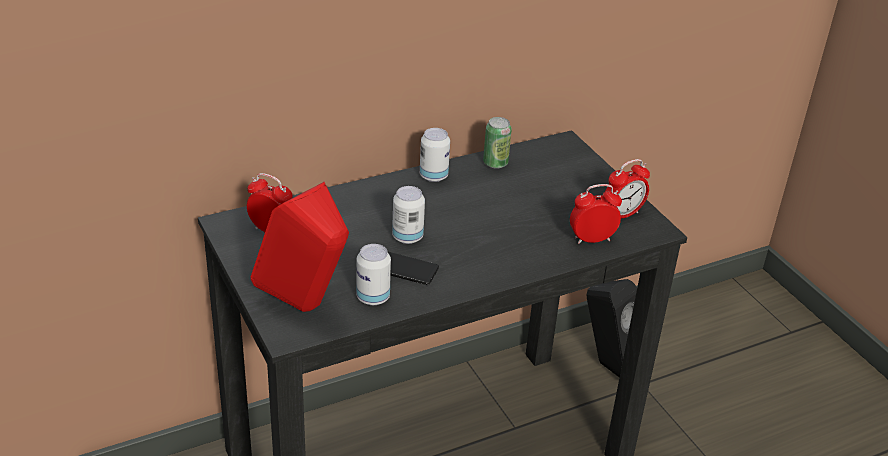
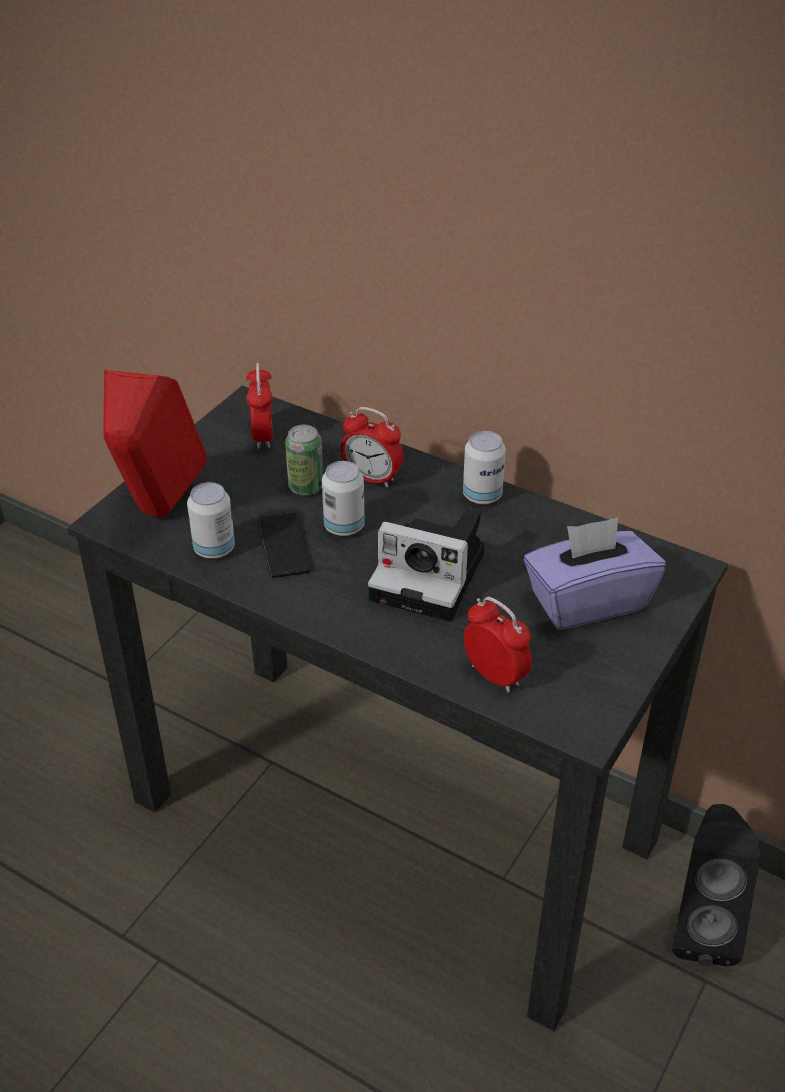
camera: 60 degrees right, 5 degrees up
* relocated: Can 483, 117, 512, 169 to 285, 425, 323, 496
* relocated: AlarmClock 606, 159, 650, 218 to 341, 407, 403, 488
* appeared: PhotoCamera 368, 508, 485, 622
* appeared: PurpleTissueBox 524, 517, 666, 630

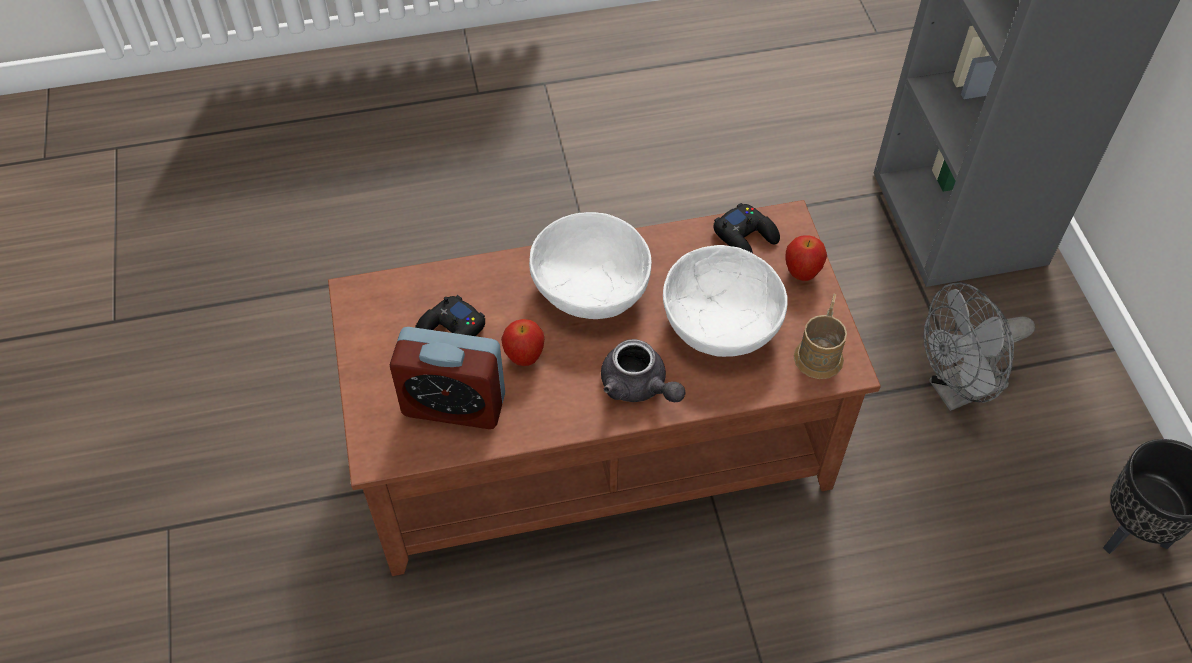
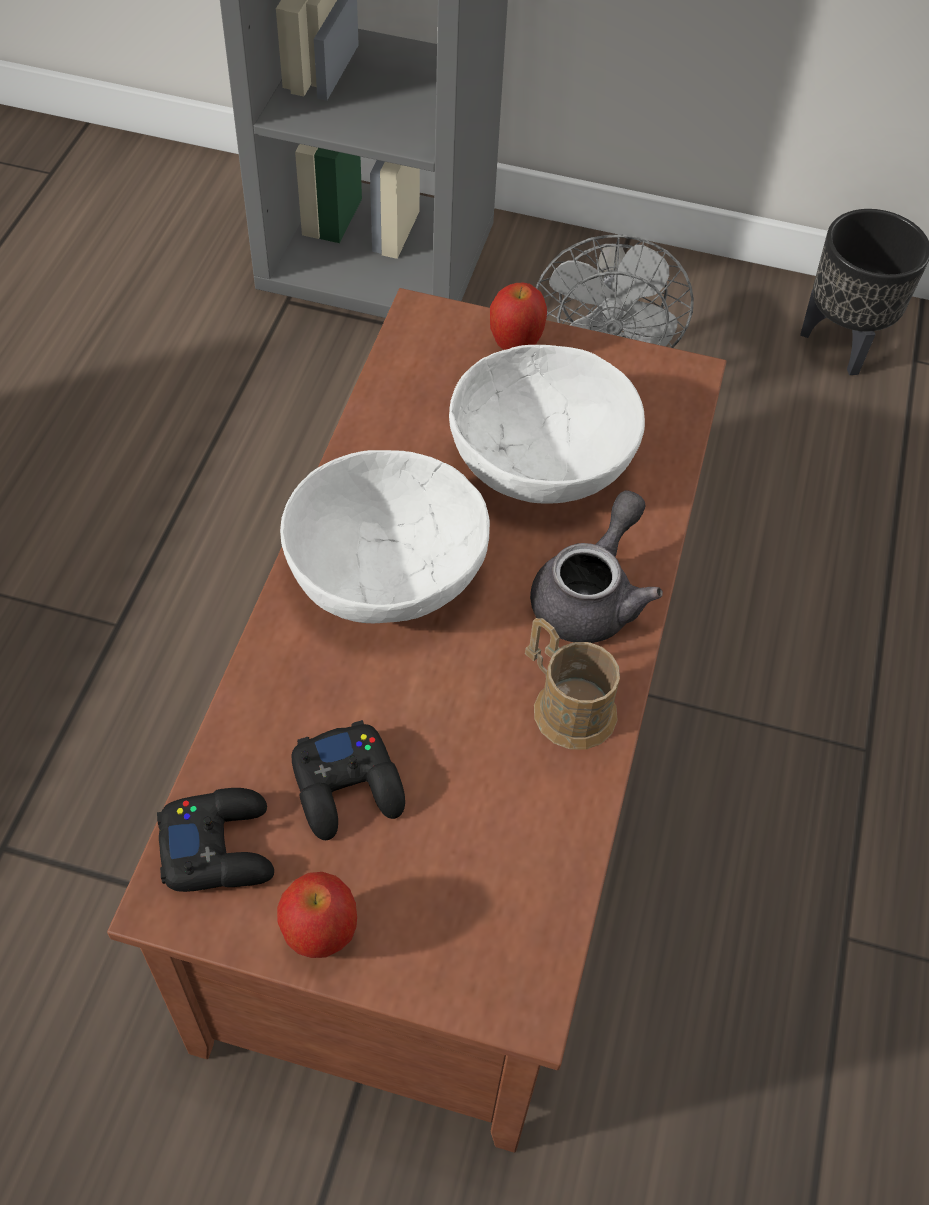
camera: 65 degrees left, 0 degrees up
* relocated: BlackGameController 713, 203, 780, 253 to 157, 788, 274, 892
* relocated: BrownMug 794, 294, 847, 379 to 525, 618, 620, 750
* relocated: Apple 501, 319, 544, 366 to 277, 872, 357, 958
* missing: AlarmClock 390, 327, 505, 429
* spun: GreyTeapot 601, 339, 685, 402 = 530, 490, 663, 643 45 degrees counterclockwise

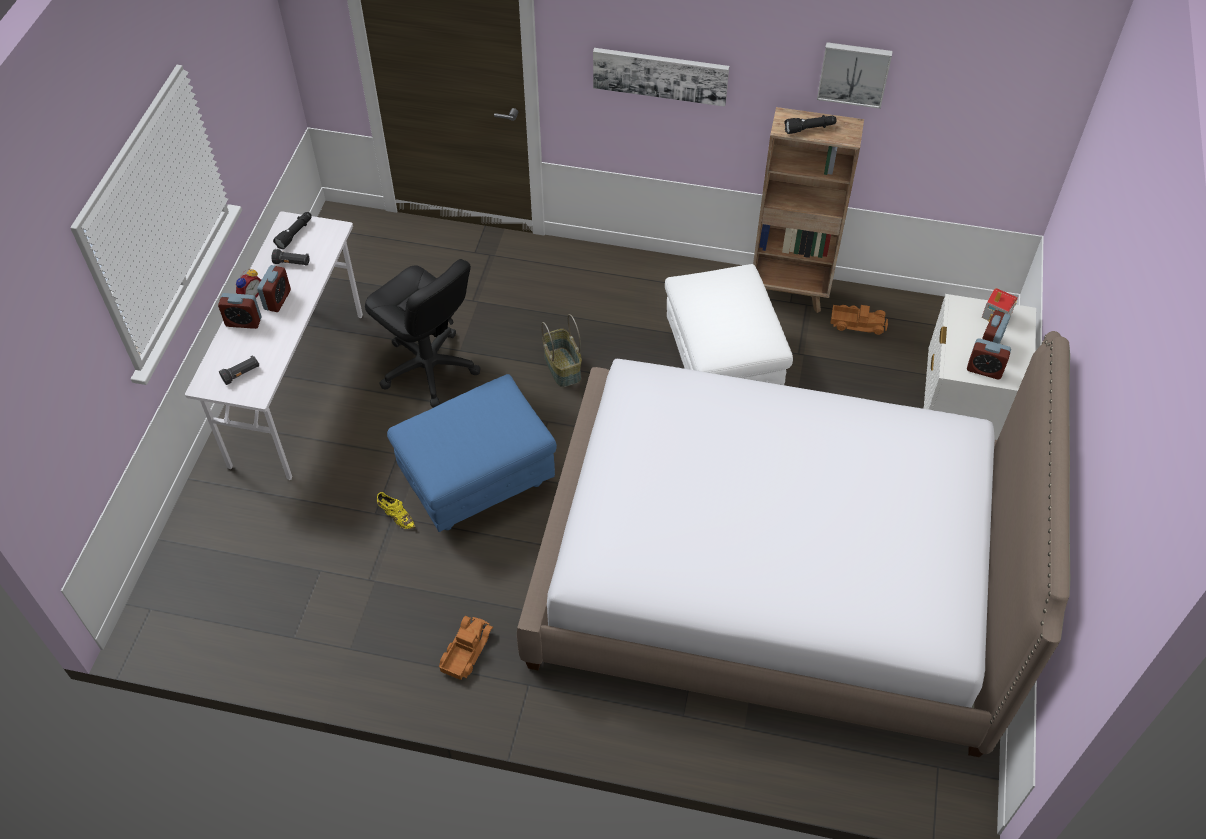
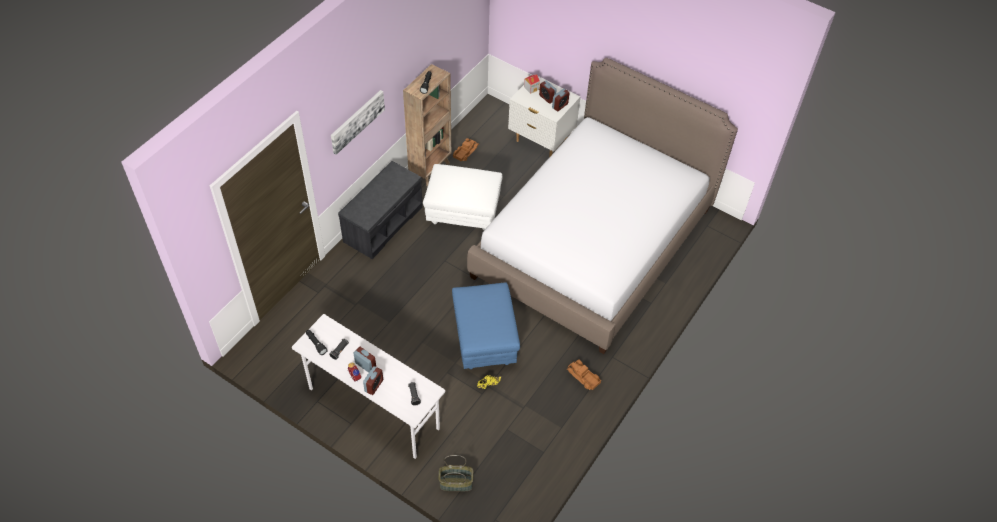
camera: 70 degrees left, 0 degrees up
* missing: Picture 817, 42, 892, 109
* missing: BlackOfficeChair 365, 259, 481, 408
* relocated: Basket 541, 314, 582, 387 to 439, 455, 473, 491
* appeared: GreyBench 338, 161, 423, 259

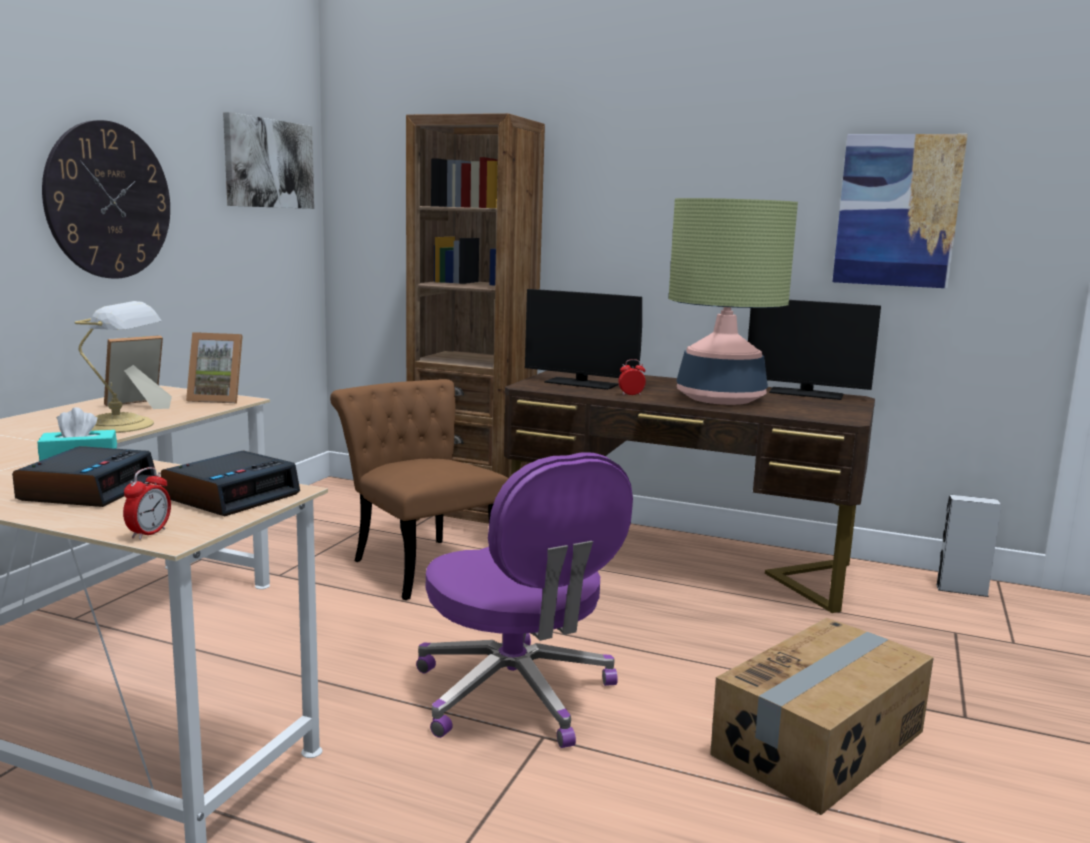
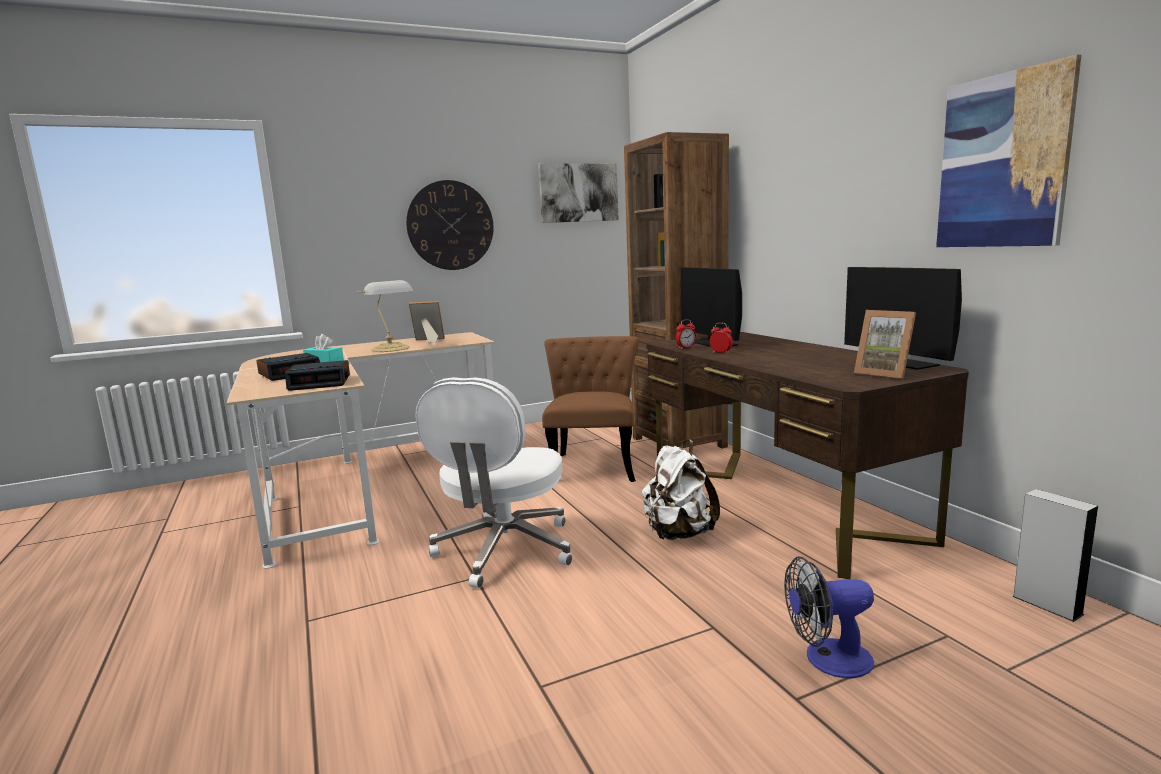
camera: 45 degrees right, 0 degrees up
* missing: TableLamp 669, 198, 798, 405
* relocated: PictureFrame 186, 332, 243, 403 to 854, 310, 916, 379
* colour: PurpleOfficeChair 416, 452, 633, 748 to WhiteOfficeChair 415, 377, 573, 588
* relocated: AlarmClock 123, 467, 171, 540 to 676, 319, 696, 349
* missing: CardboardBox 710, 618, 934, 815
* appeared: WhiteBackpack 642, 440, 720, 540
* appeared: Fan 784, 556, 874, 678

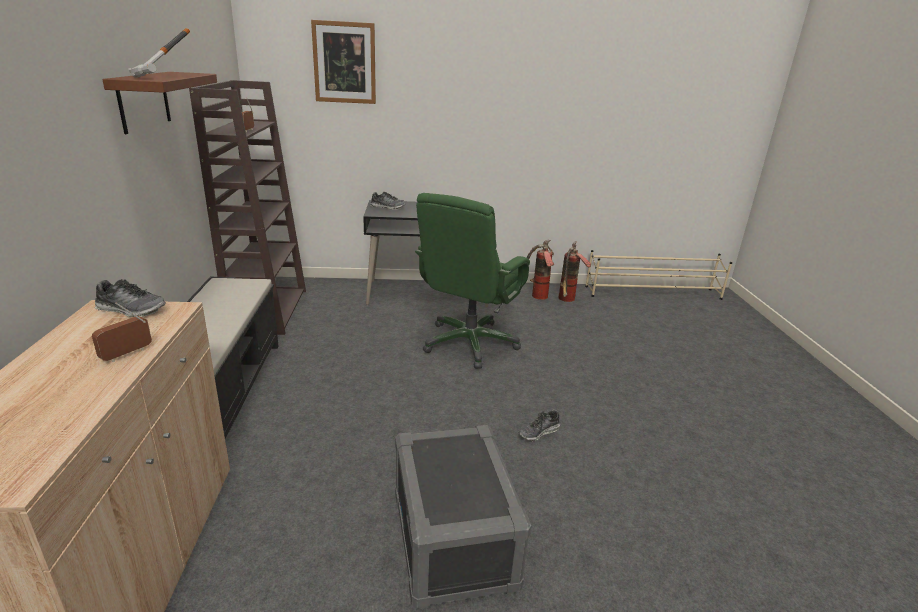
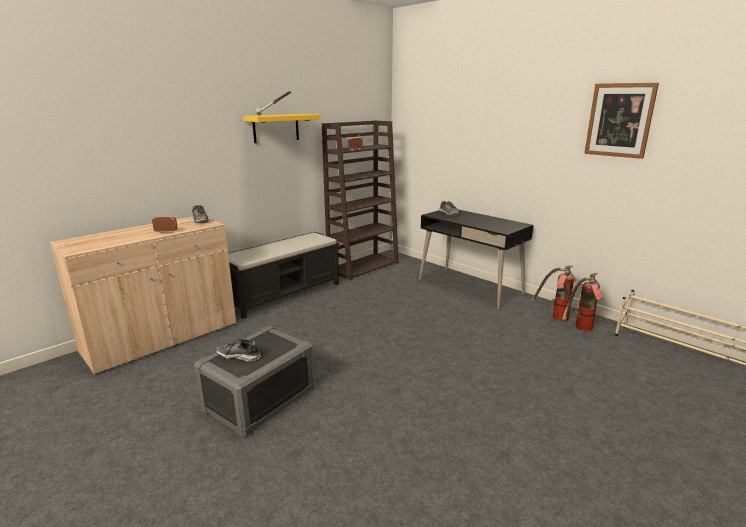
camera: 50 degrees right, 5 degrees down
* relocated: Picture 311, 20, 376, 104 to 584, 83, 659, 159
* colour: BrownShelf 102, 72, 217, 134 to YellowShelf 243, 114, 320, 143
* missing: GreenOfficeChair 415, 193, 530, 369
* relocated: Shoe 519, 409, 560, 441 to 216, 339, 261, 361

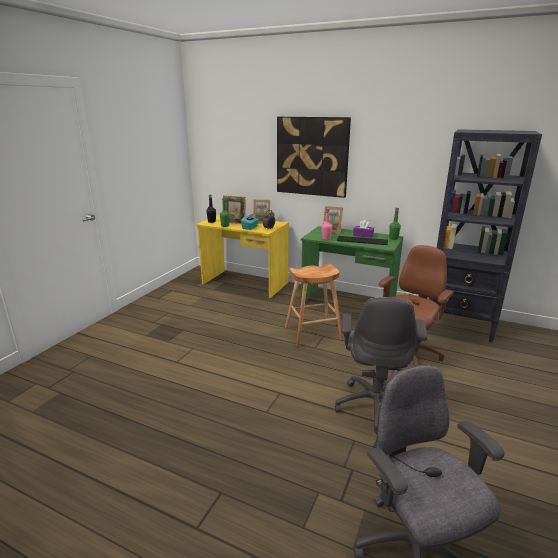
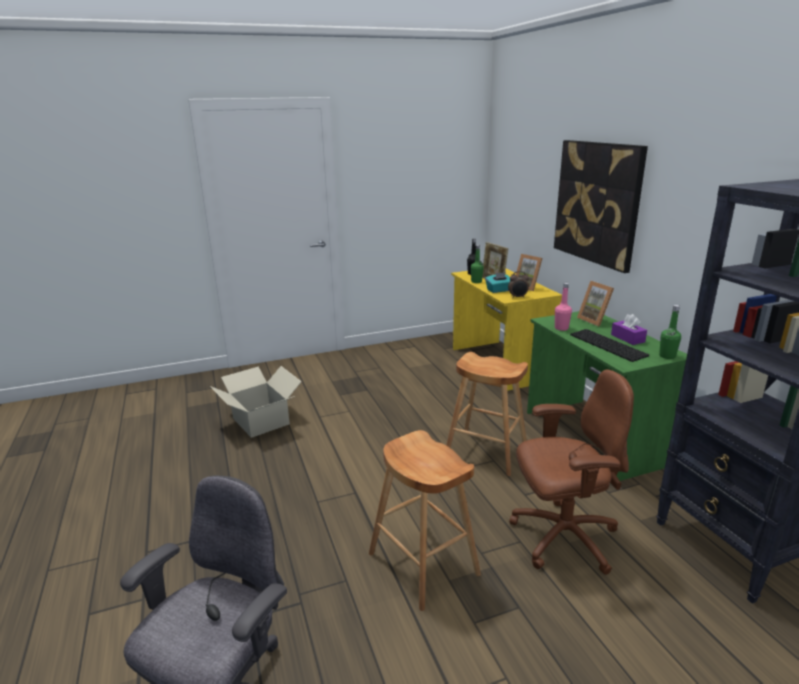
camera: 45 degrees right, 0 degrees up
* exchanged: GreyOfficeChair 335, 297, 427, 434 to BrownStool 369, 430, 481, 611
* appeared: CardboardBox 210, 366, 302, 438

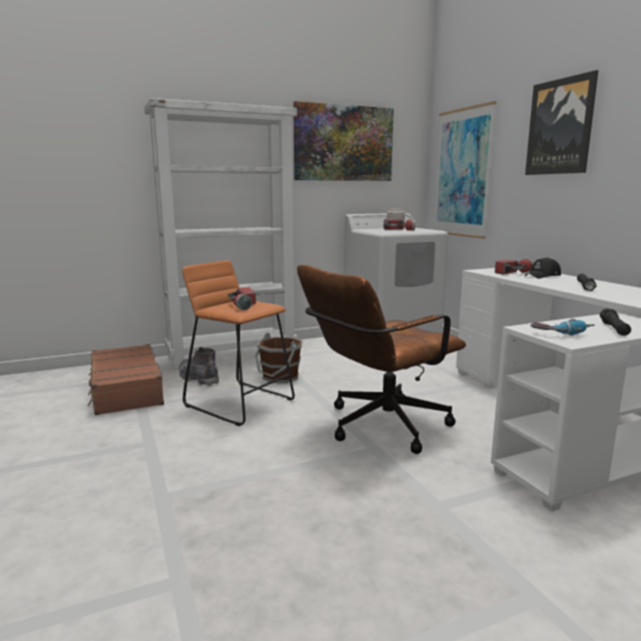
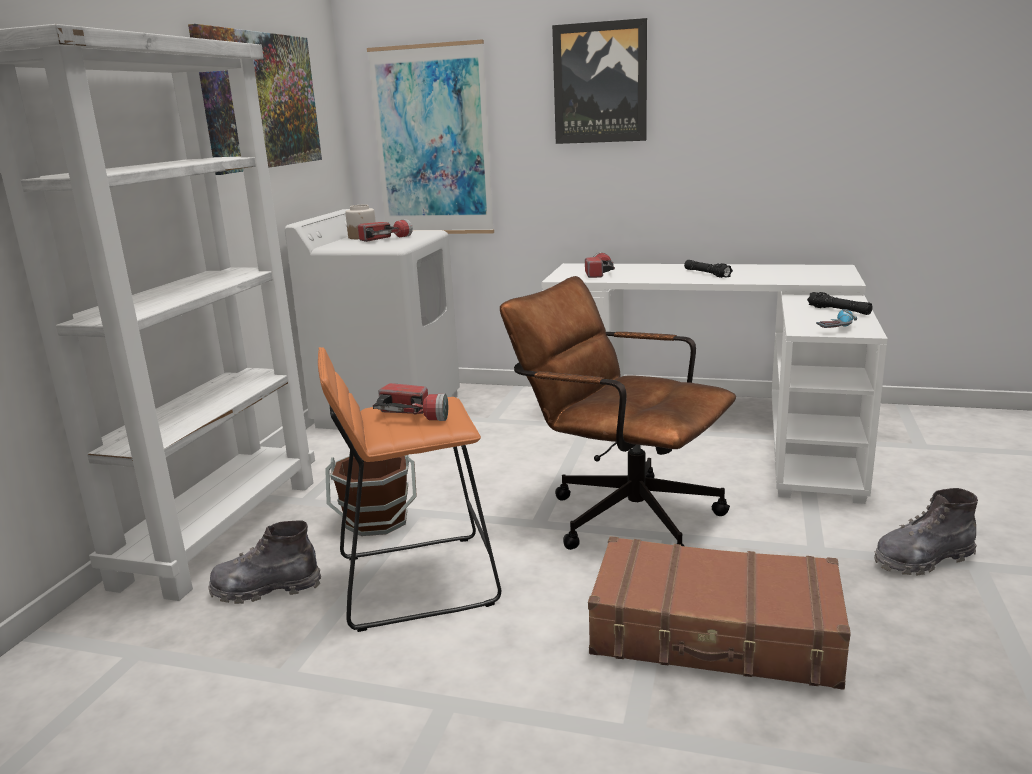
camera: 50 degrees left, 5 degrees up
* missing: BlackCap 525, 257, 561, 279
* spun: BrownOfficeChair 297, 265, 466, 454 = 500, 276, 736, 550 120 degrees clockwise
* relocated: BrownSuitcase 88, 344, 164, 415 to 588, 536, 851, 690
* appeared: GreyBoot 874, 488, 978, 575

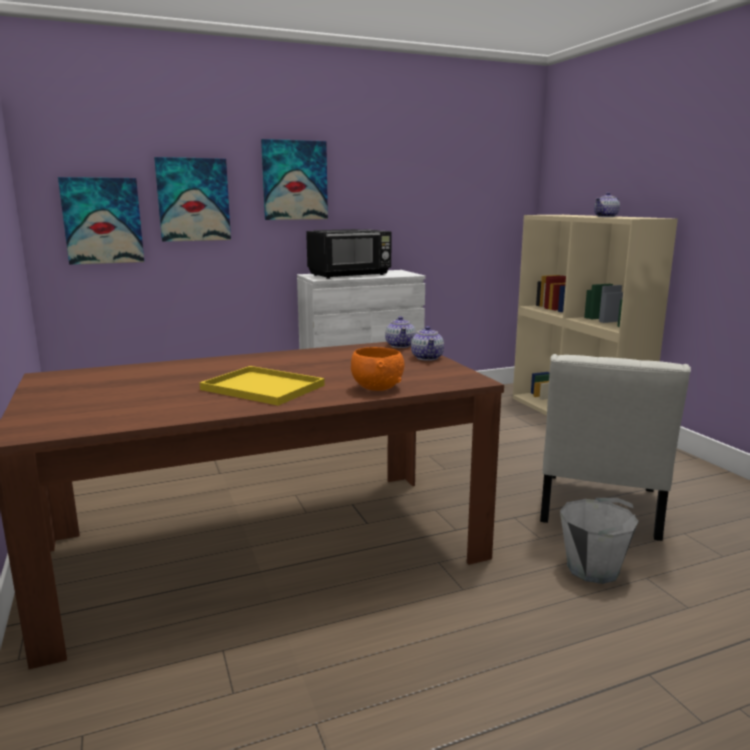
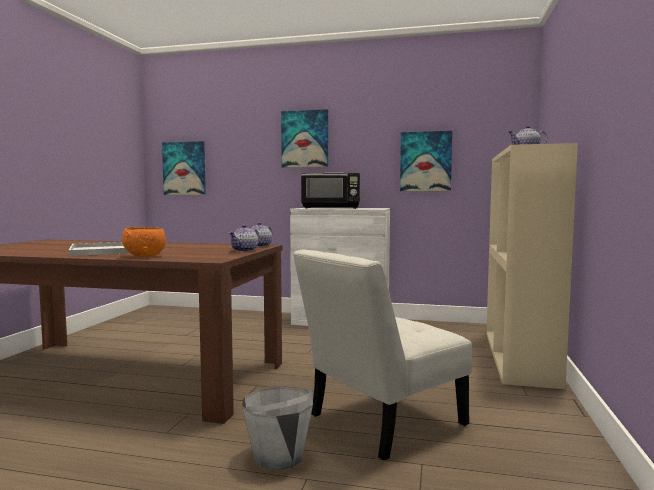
camera: 35 degrees right, 10 degrees down
* relocated: Picture 154, 157, 231, 242 to 400, 131, 452, 191
* colour: YellowTray 199, 366, 325, 406 to WhiteTray 68, 242, 128, 256

